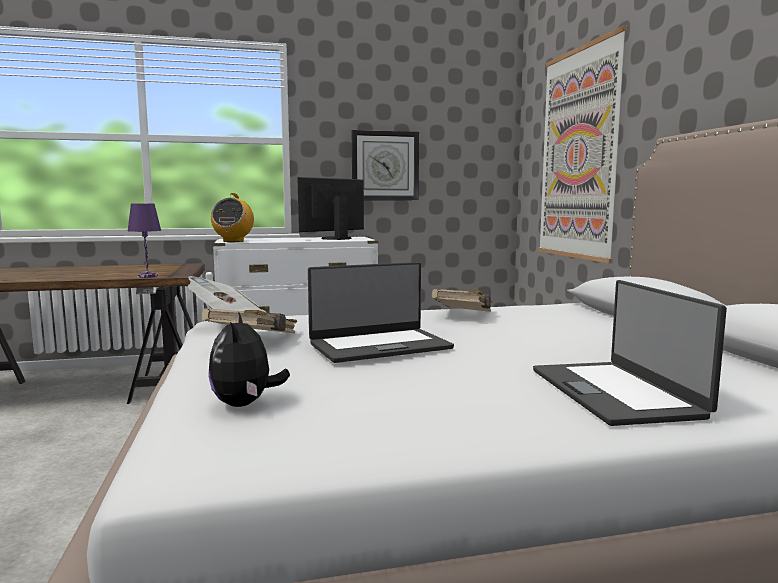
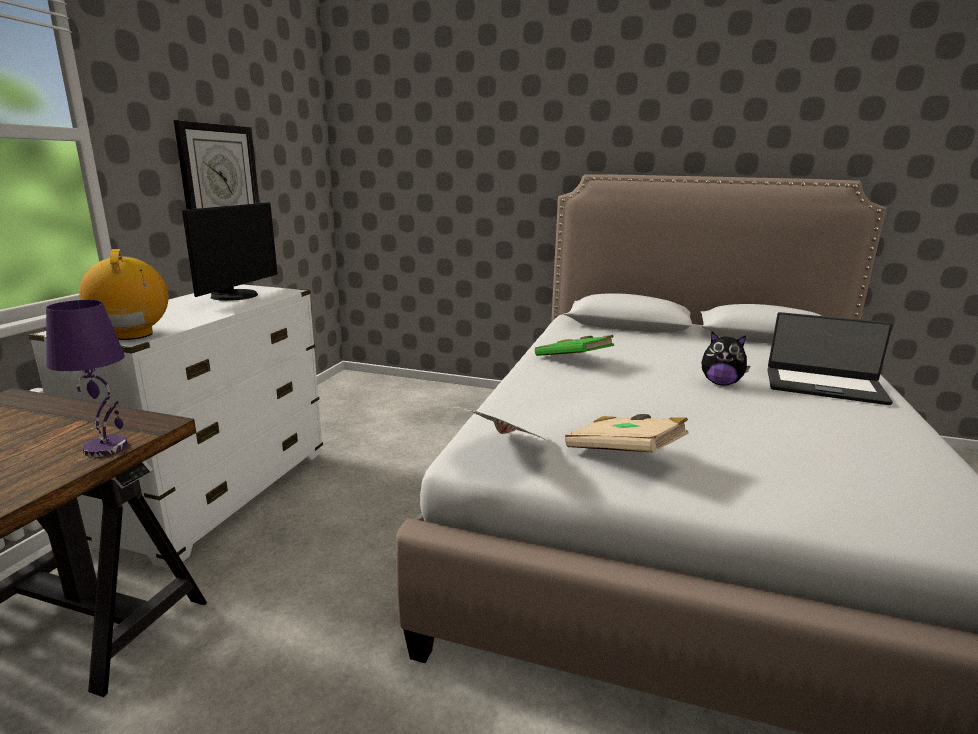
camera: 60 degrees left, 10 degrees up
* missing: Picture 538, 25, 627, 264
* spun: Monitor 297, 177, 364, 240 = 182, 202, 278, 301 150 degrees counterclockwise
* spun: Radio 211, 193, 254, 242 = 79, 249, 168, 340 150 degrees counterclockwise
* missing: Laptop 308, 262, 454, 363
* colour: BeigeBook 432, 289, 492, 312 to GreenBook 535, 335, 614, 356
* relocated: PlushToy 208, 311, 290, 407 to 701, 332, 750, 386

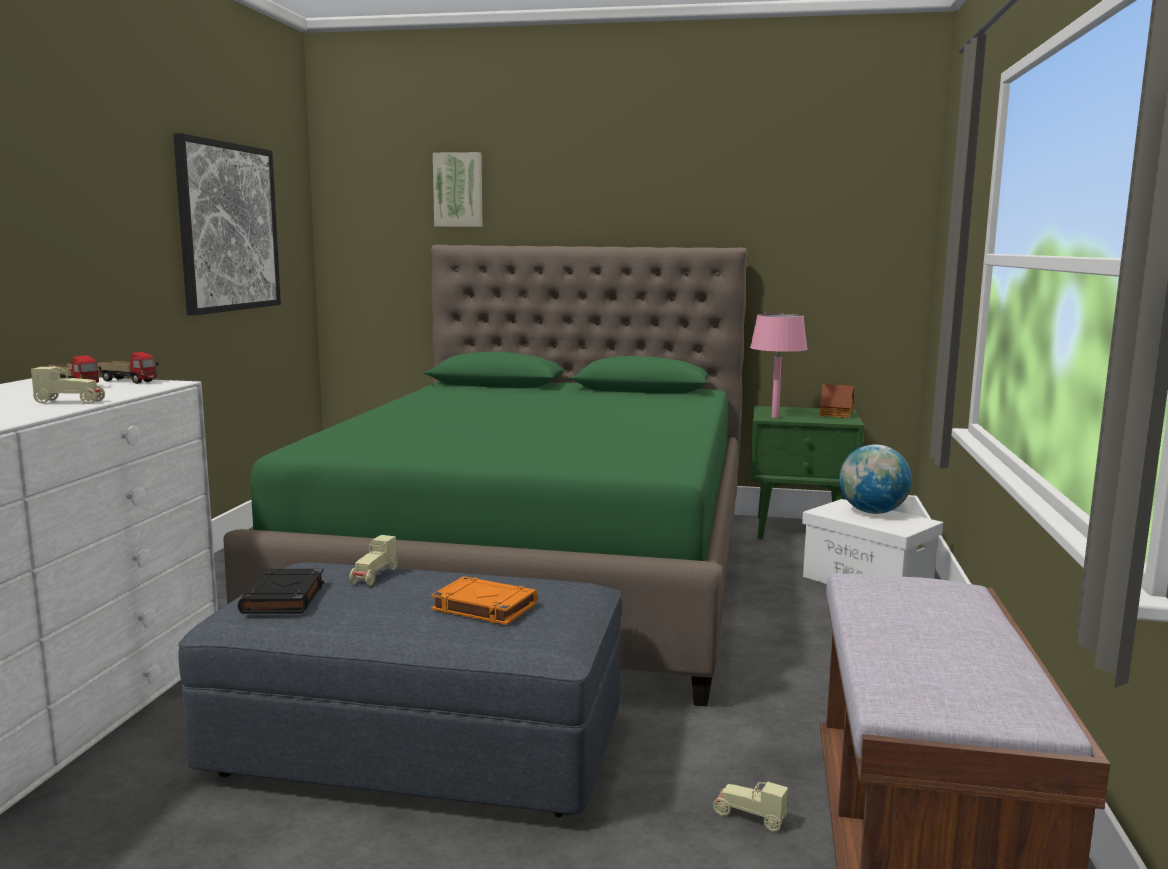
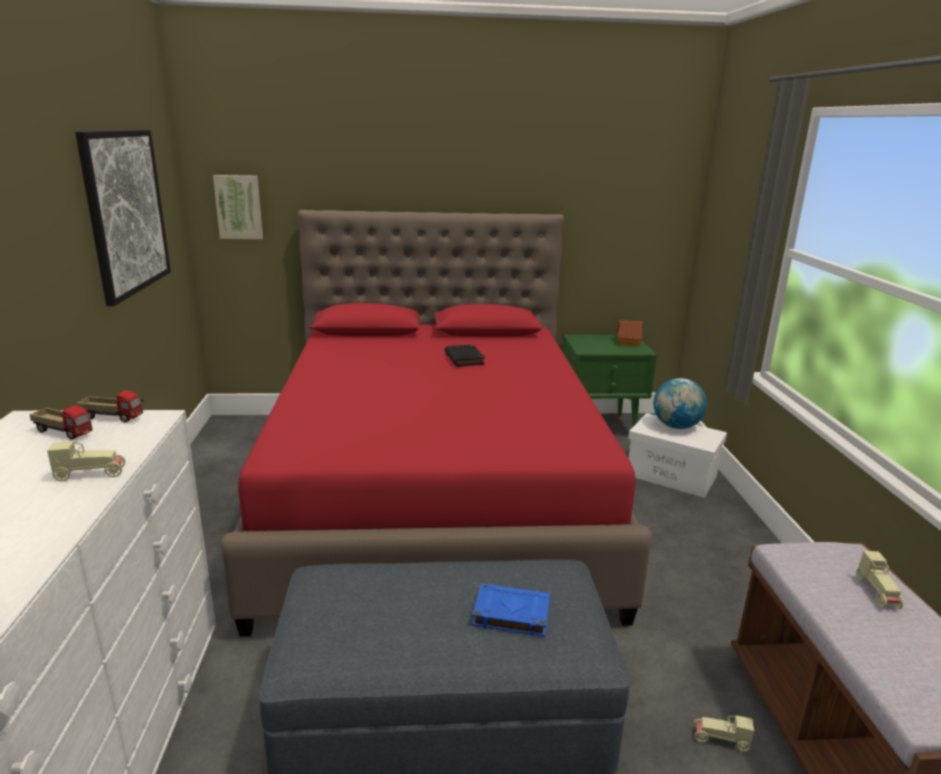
camera: 15 degrees left, 10 degrees up
* relocated: Picture 433, 152, 482, 227 to 213, 175, 263, 239
* colour: GreenBed 223, 245, 748, 706 to RedBed 221, 210, 652, 637
* missing: PinkTableLamp 750, 314, 808, 418
* relocated: BeigeToyCar 349, 535, 398, 586 to 857, 551, 904, 609
* relocated: BlackBook 238, 569, 324, 614 to 445, 345, 485, 367
* colour: OrangeBook 431, 576, 538, 625 to BlueBook 472, 583, 550, 637

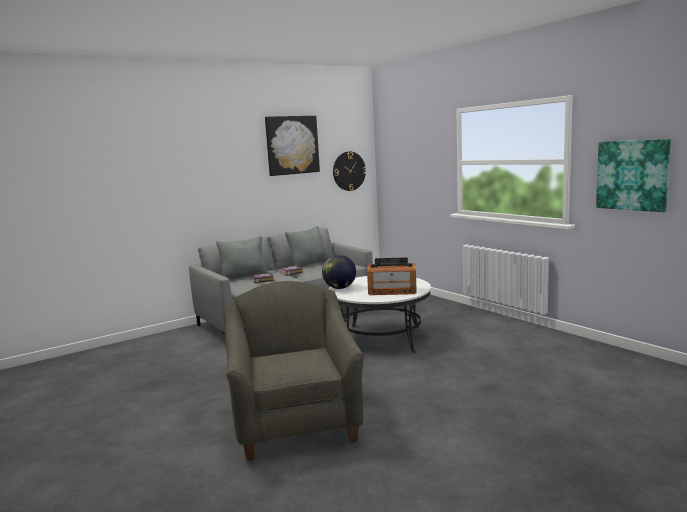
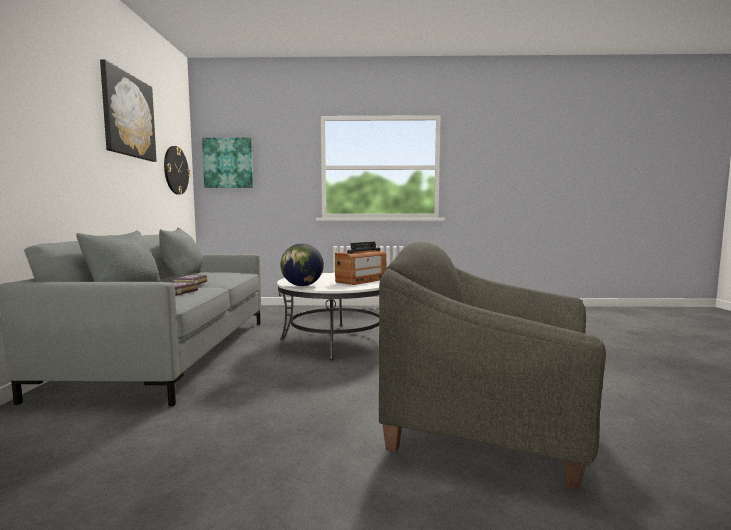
camera: 55 degrees left, 5 degrees down
* relocated: Picture 596, 139, 671, 212 to 202, 138, 253, 188

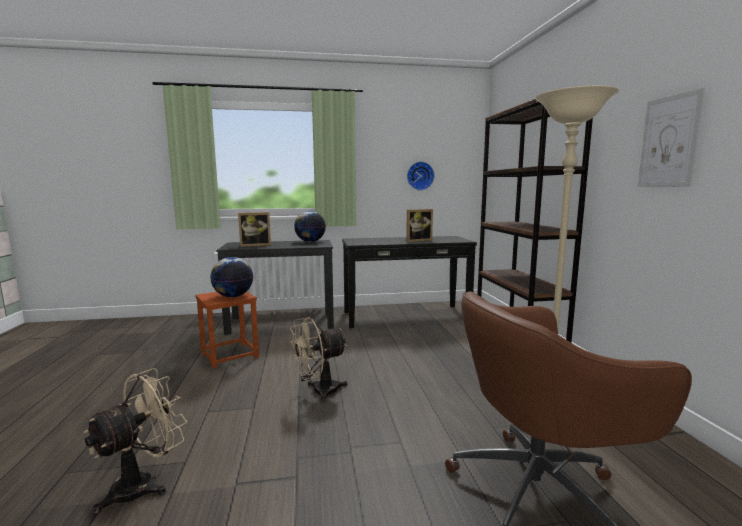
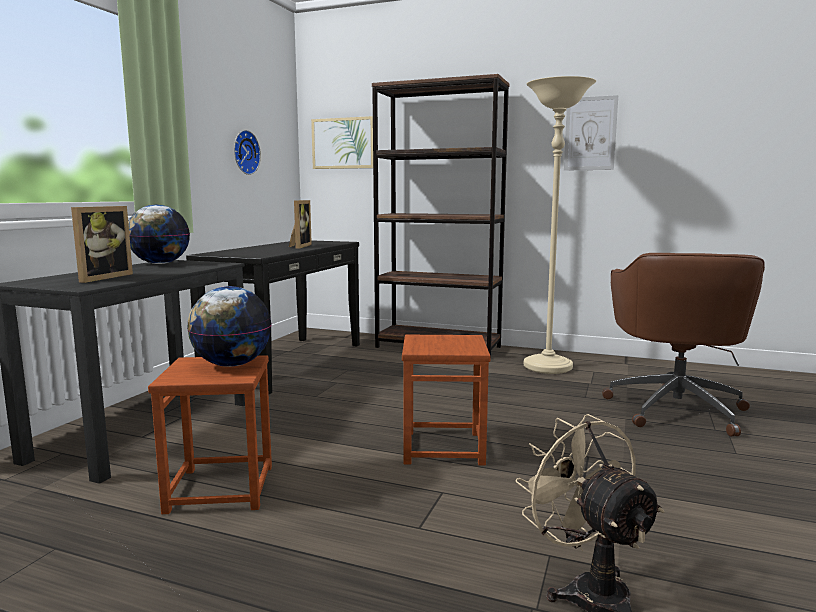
camera: 60 degrees left, 0 degrees up
* exchanged: BeigeFan 290, 317, 347, 403 to BrownStool 402, 335, 491, 466
* appeared: Picture 311, 116, 373, 169

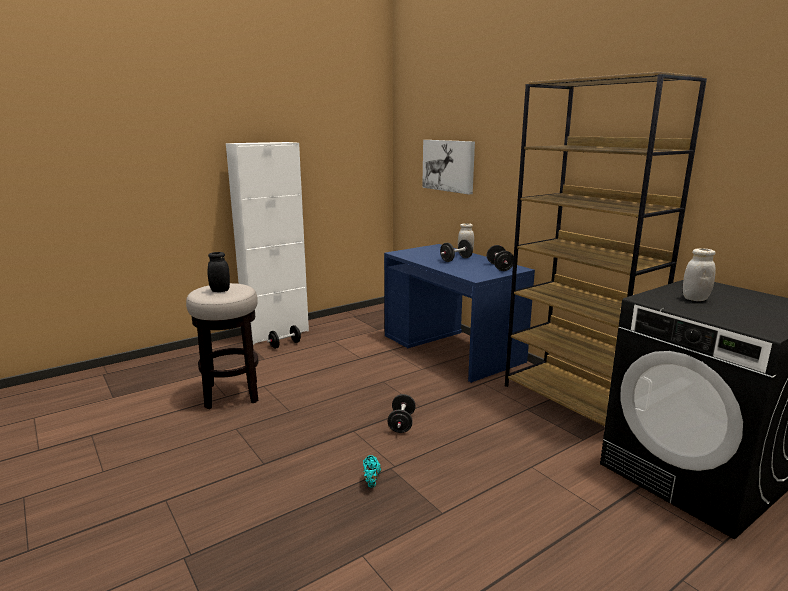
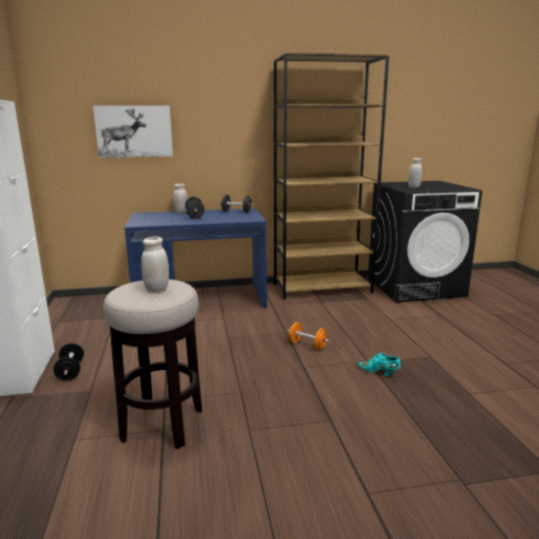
camera: 65 degrees left, 0 degrees up
* colour: BlackJar 208, 252, 230, 292 to WhiteJar 141, 236, 169, 293
* colour: BlackDumbbell 388, 394, 416, 433 to OrangeDumbbell 288, 322, 329, 350

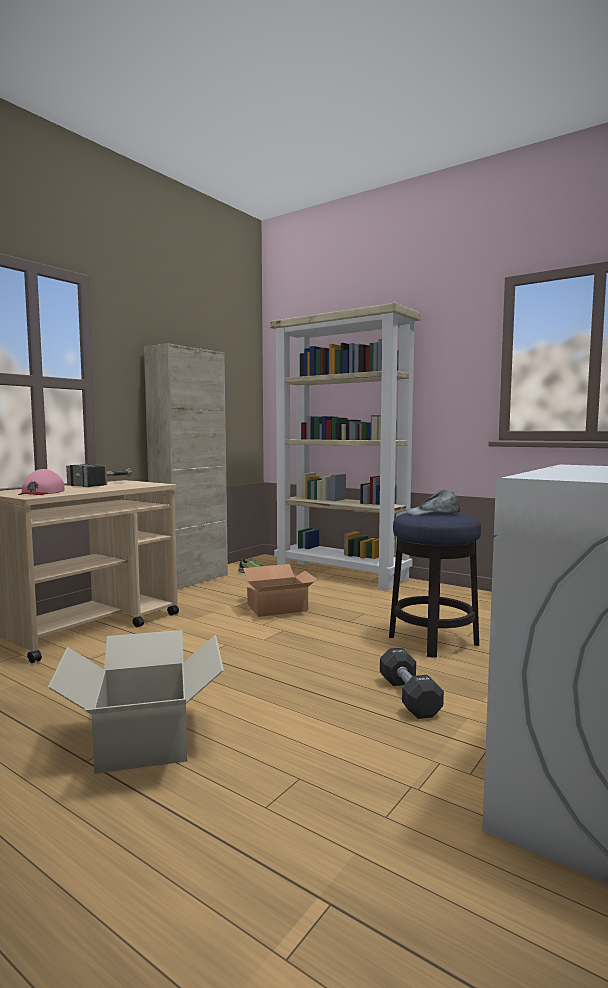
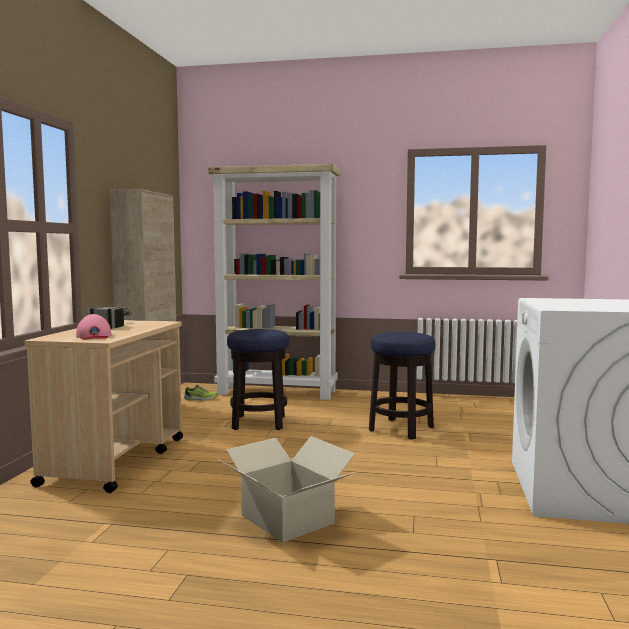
camera: 25 degrees left, 0 degrees up
* missing: GreyCap 406, 490, 460, 516
* exchanged: CardboardBox 238, 564, 318, 617 to Stool 227, 329, 289, 430
* missing: BlackDumbbell 380, 648, 444, 719

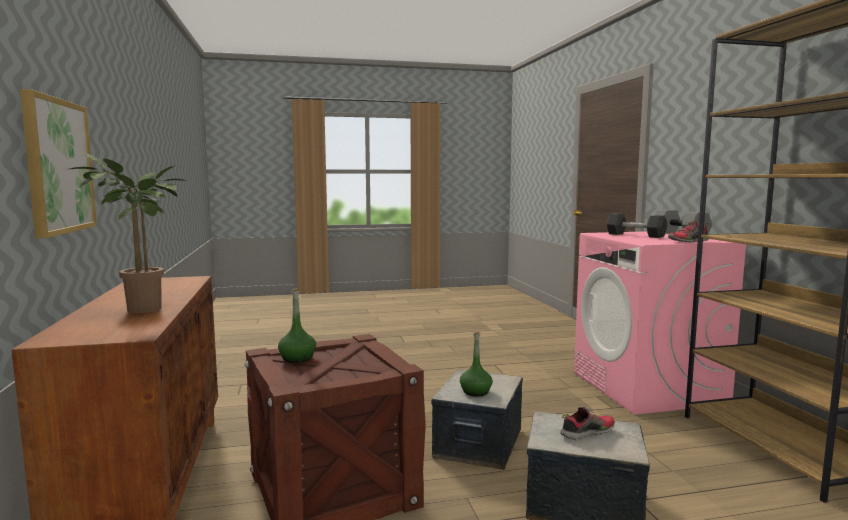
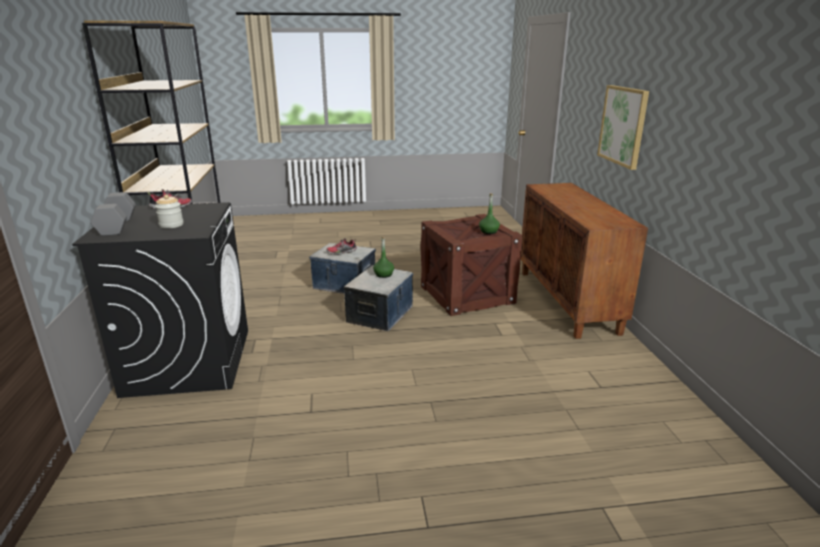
camera: 175 degrees left, 15 degrees up
* missing: PottedPlant 70, 152, 186, 313
* exchanged: GreyDumbbell 606, 213, 668, 238 to Jar 155, 195, 183, 229
* colour: PinkWashingMachine 574, 231, 746, 415 to BlackWashingMachine 72, 202, 248, 398

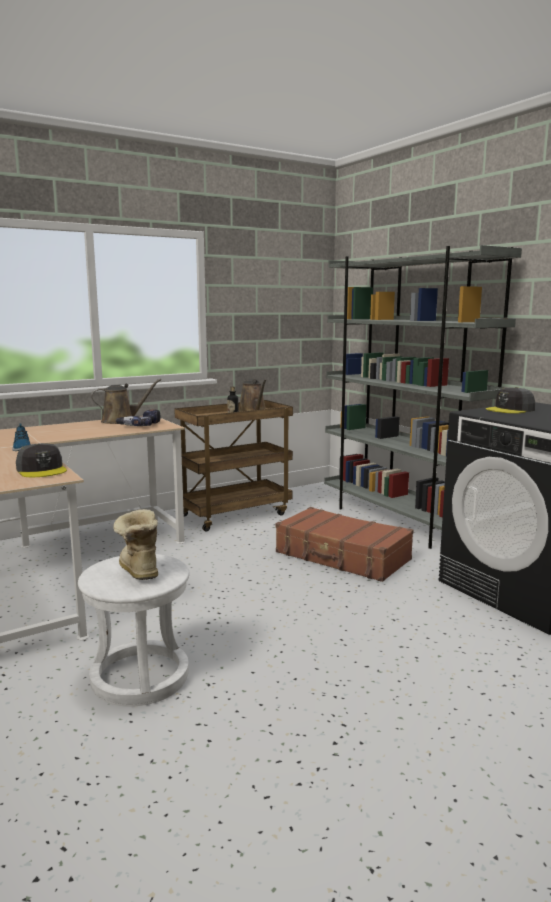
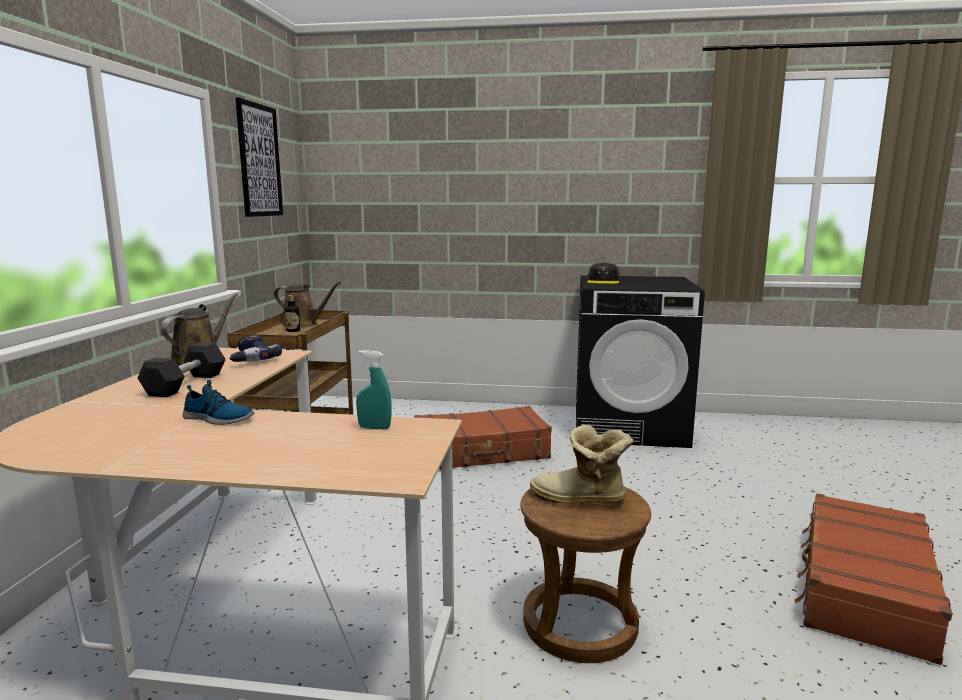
camera: 50 degrees left, 0 degrees up
* missing: GreyBookcase 324, 245, 522, 549
* exchanged: GreyCap 16, 443, 67, 477 to TurquoiseSprayBottle 356, 350, 392, 429
* colour: WhiteStool 78, 554, 189, 707 to BrownStool 520, 486, 651, 663
* appeared: Picture 235, 97, 283, 217
* appeared: GreyDumbbell 138, 342, 226, 397
* appeared: BrownSuitcase 795, 493, 952, 665

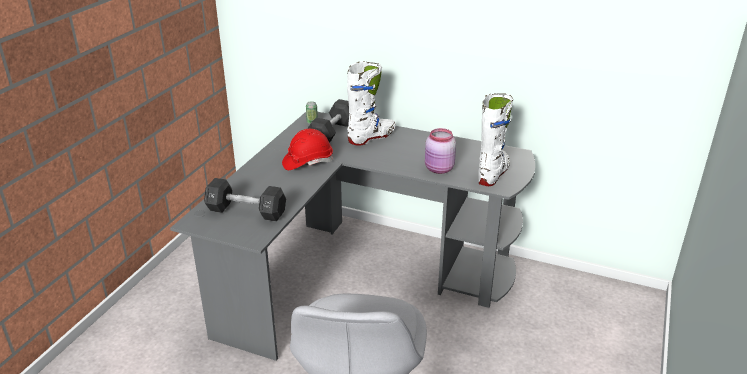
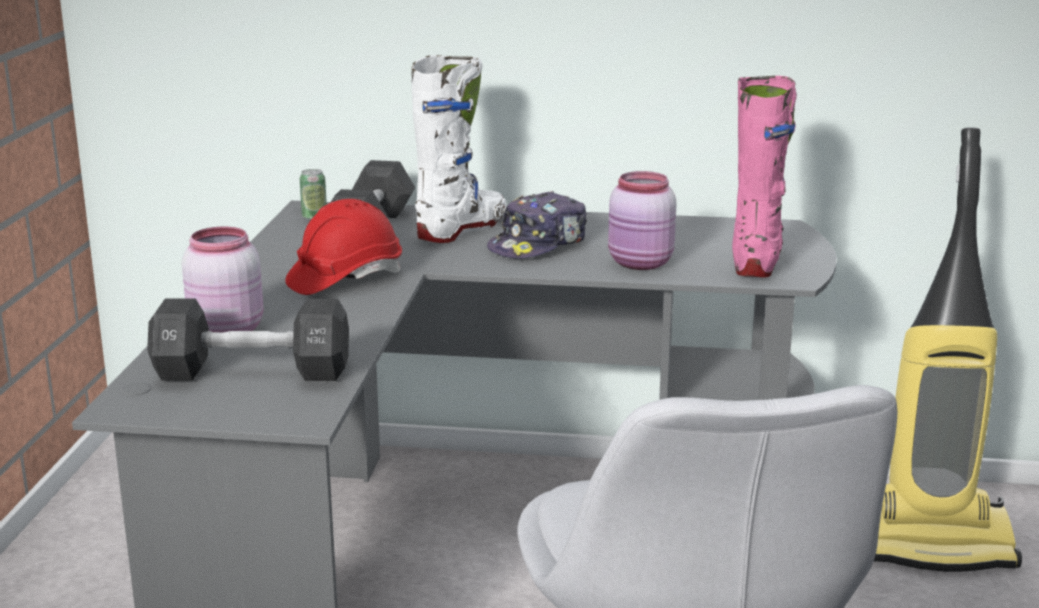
camera: 15 degrees left, 10 degrees down
* colour: WhiteBoot 478, 93, 513, 186 to PinkBoot 732, 76, 797, 278
* appeared: VacuumCleaner 874, 127, 1022, 572
* appeared: Cap 487, 191, 587, 259
* appeared: PinkJar 182, 227, 263, 332

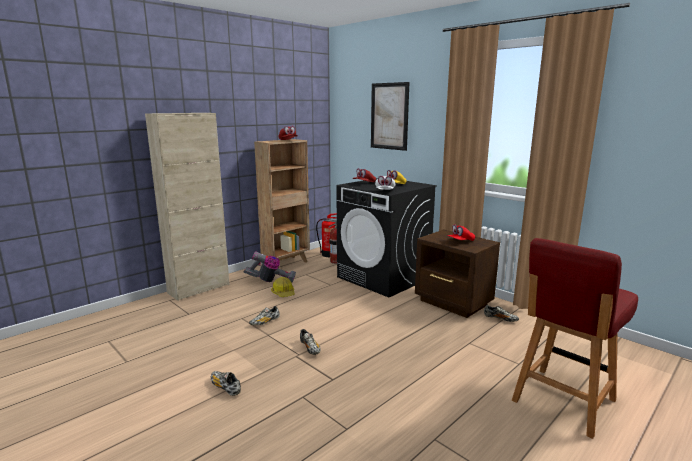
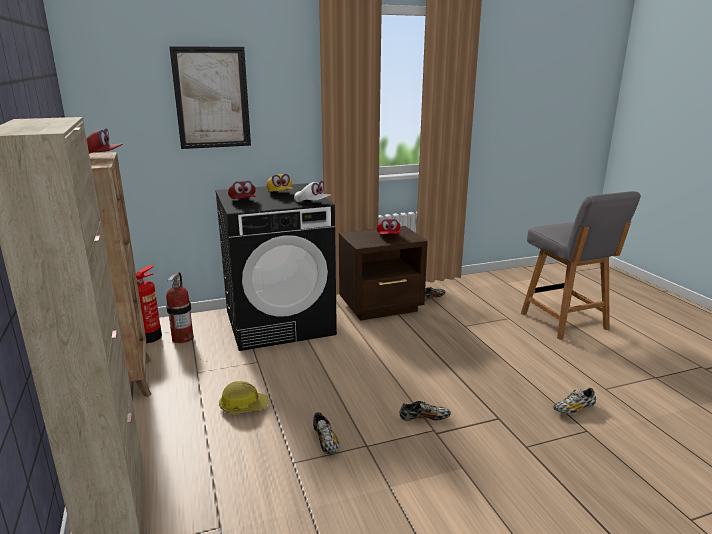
camera: 65 degrees left, 5 degrees up
* colour: RedChair 512, 238, 638, 439 to GreyChair 521, 191, 641, 340
* missing: VacuumCleaner 244, 251, 296, 283
* relocated: Shoe 211, 371, 241, 396 to 553, 388, 596, 414

